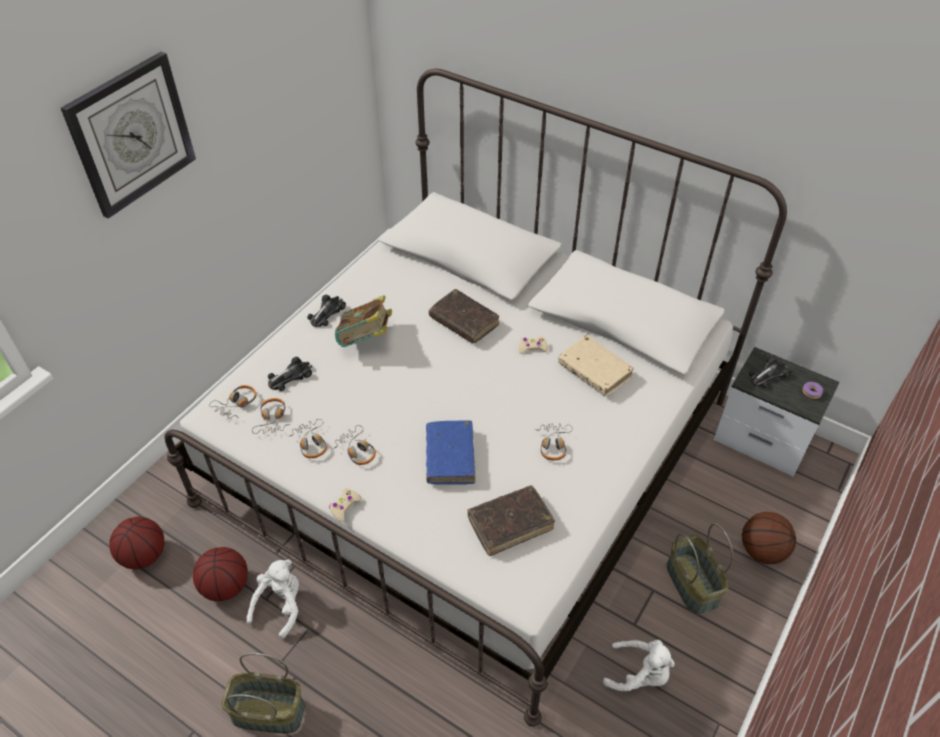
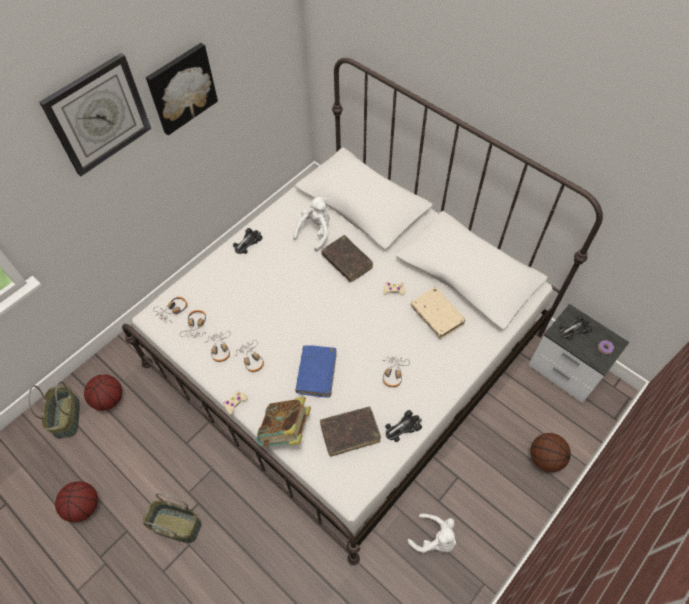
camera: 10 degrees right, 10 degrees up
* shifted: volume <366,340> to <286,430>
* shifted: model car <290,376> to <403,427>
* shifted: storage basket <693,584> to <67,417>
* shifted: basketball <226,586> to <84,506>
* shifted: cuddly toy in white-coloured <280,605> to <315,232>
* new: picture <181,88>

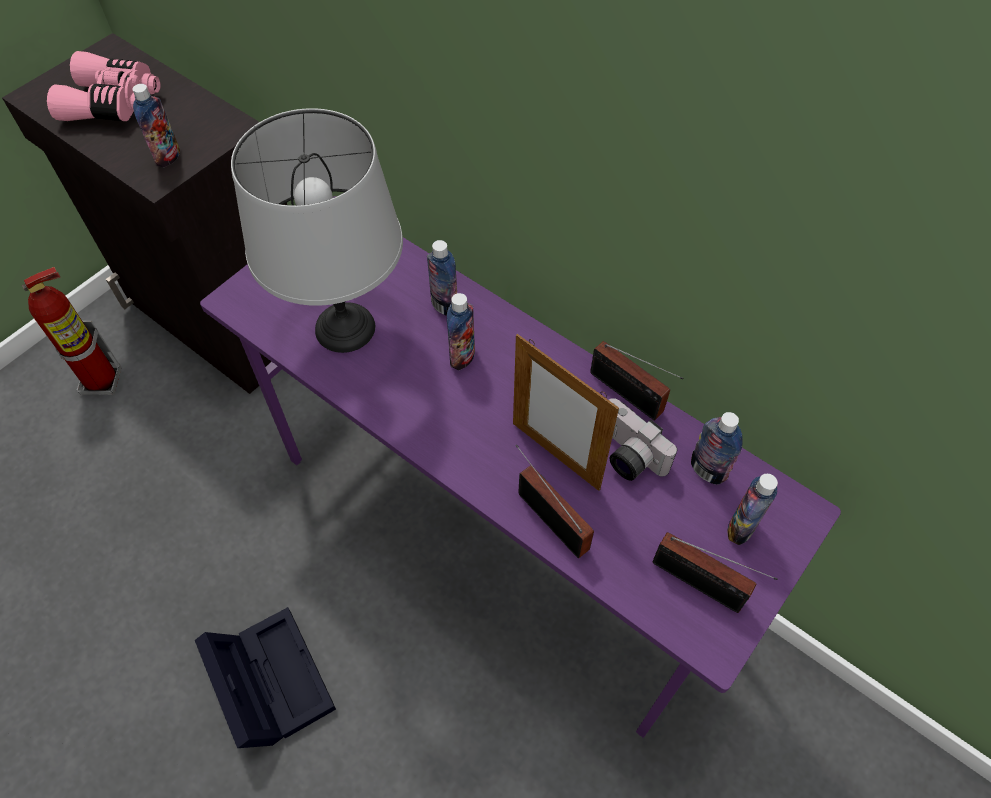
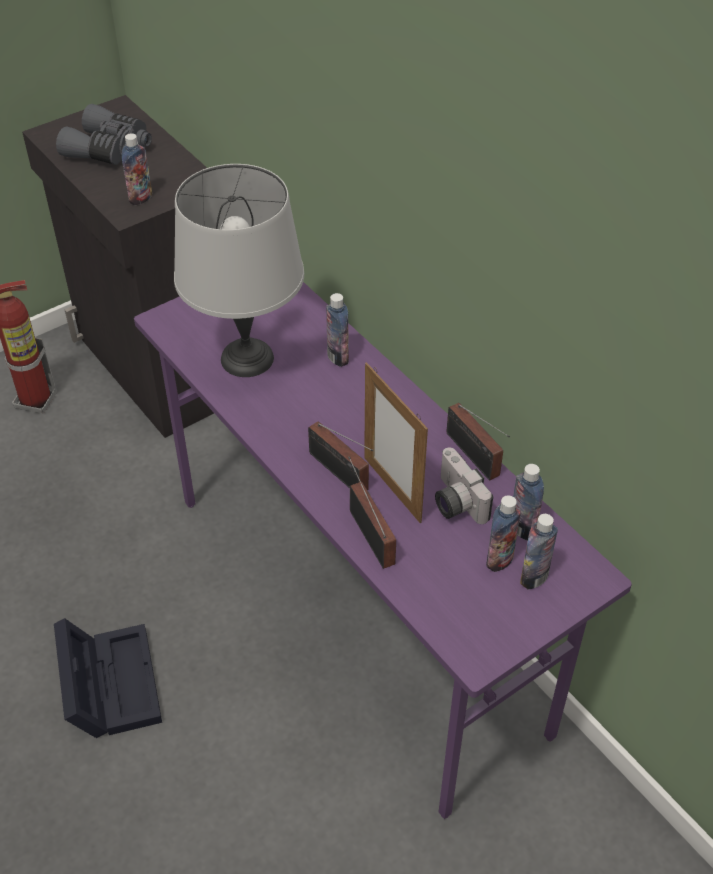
camera: 15 degrees right, 10 degrees down
* repainted: pair of binoculars in pinkish <114,103> to pair of binoculars in gray <110,150>
* shifted: beverage bottle <462,357> to <500,559>
* shifted: radio <702,585> to <340,474>

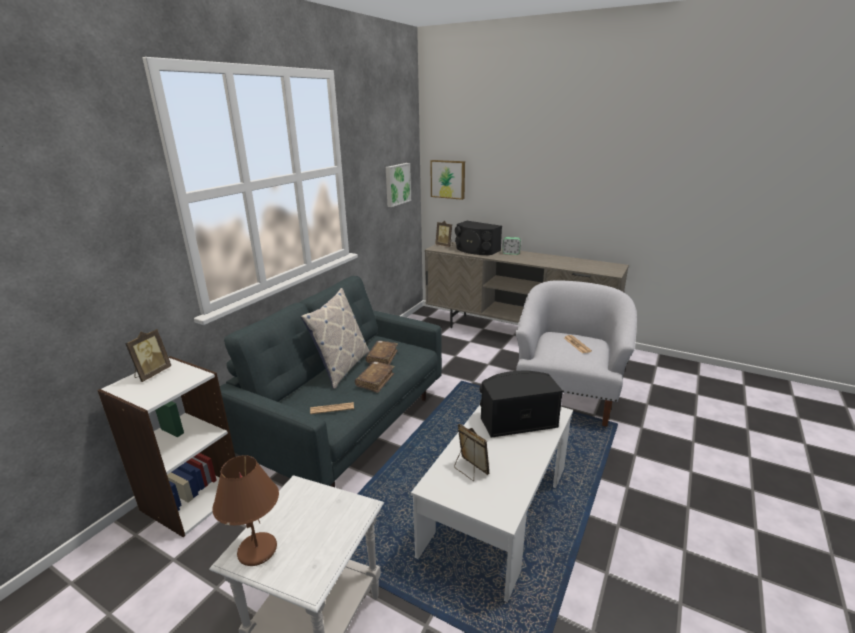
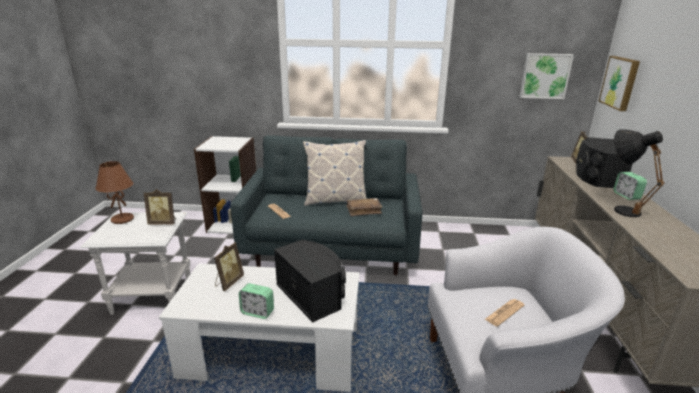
camera: 65 degrees right, 0 degrees up
* shifted: photo frame <152,374> to <163,222>
* gone: volume in brownish <375,381>
* new: tabletop lamp in blackish <619,208>
* new: alarm clock <257,312>

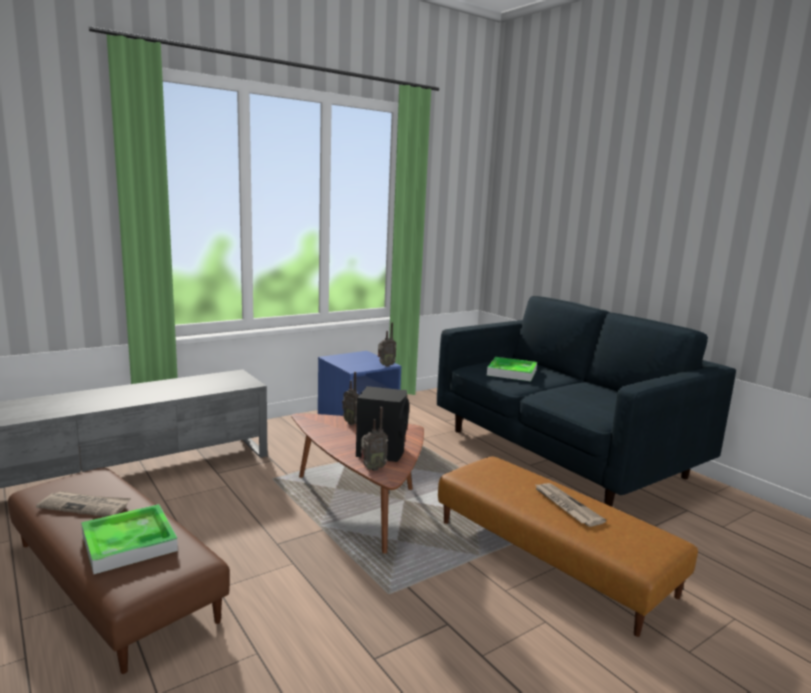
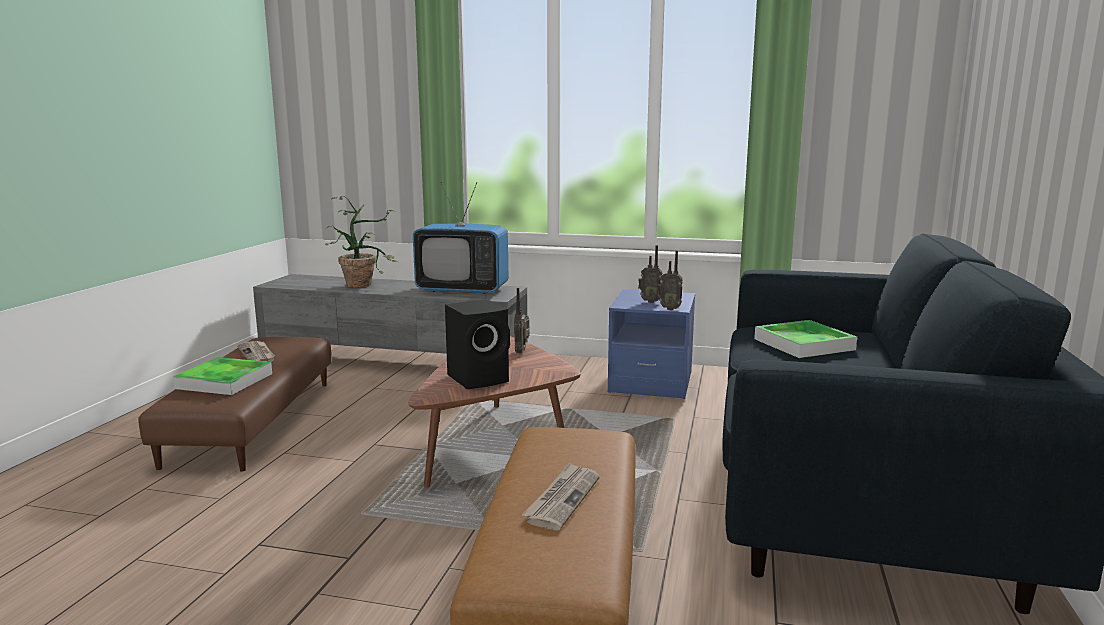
camera: 50 degrees right, 0 degrees up
* shifted: radio <372,468> to <650,301>
* new: TV <462,290>
* new: plant in a pot <364,284>

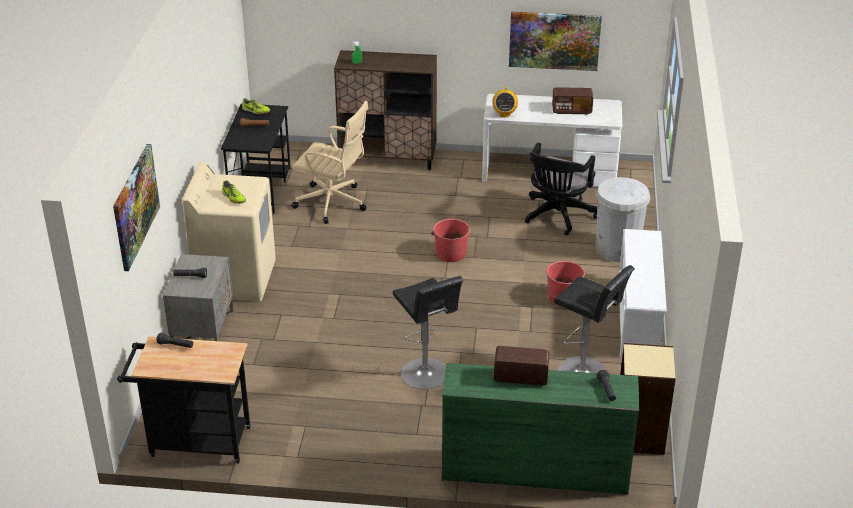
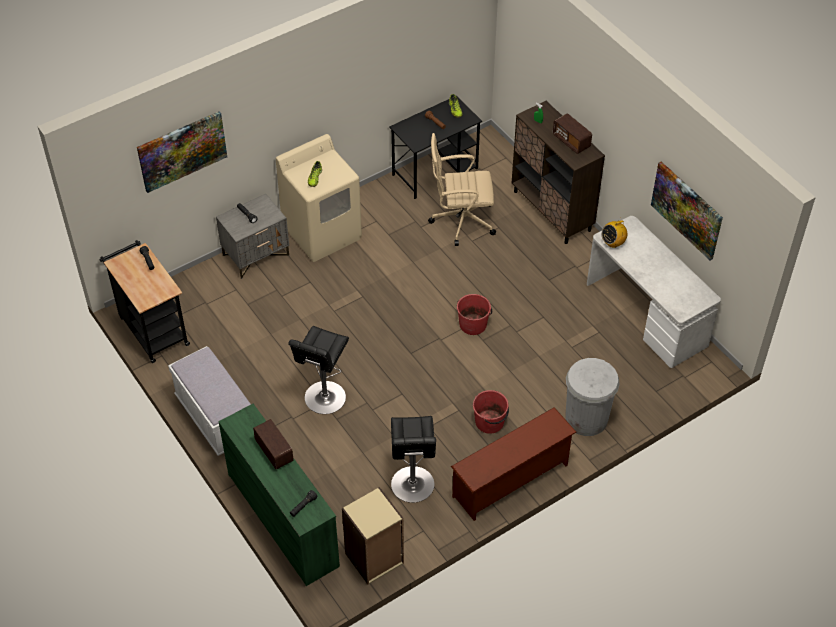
camera: 50 degrees right, 15 degrees up
* shifted: radio <571,110> to <571,141>
* rotated: office chair in beige-coloured <333,203> = <461,220> 105 degrees clockwise
* gone: office chair in blackish <557,216>
* repainted: shoe rack in white-coloured <638,318> to shoe rack in brownish <511,481>
* new: long seat in white-coloured <215,418>

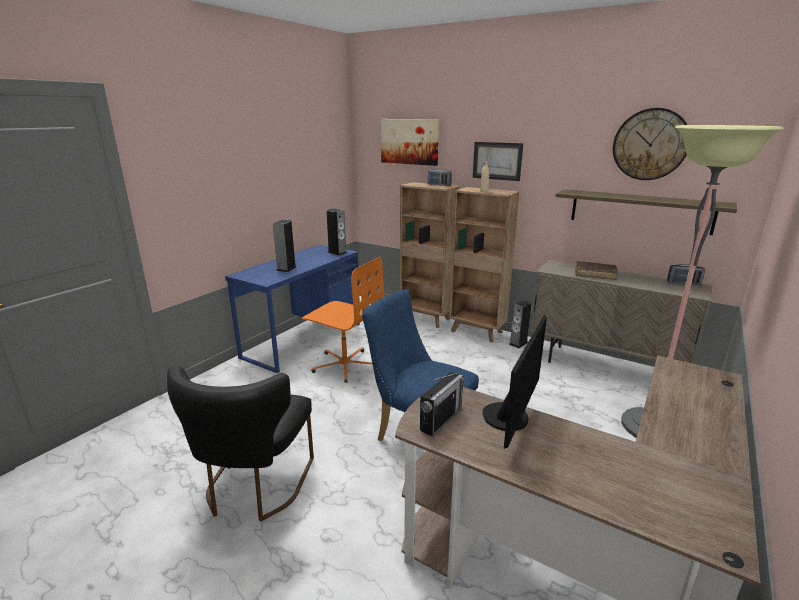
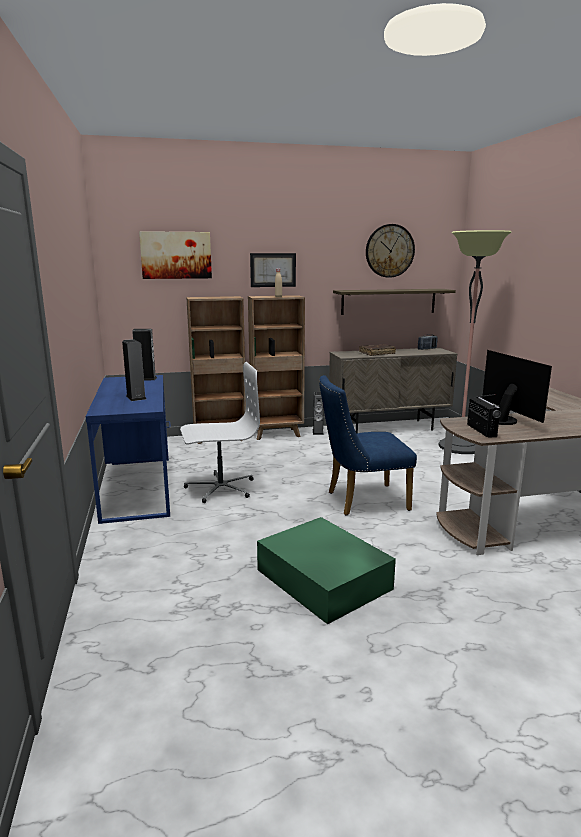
camera: 45 degrees left, 5 degrees down
* gone: radio <439,185>
* repainted: office chair in orange <345,365> to office chair in white-coloured <220,488>
* swapped: chair in blackish <254,488> to storage box in green <324,580>

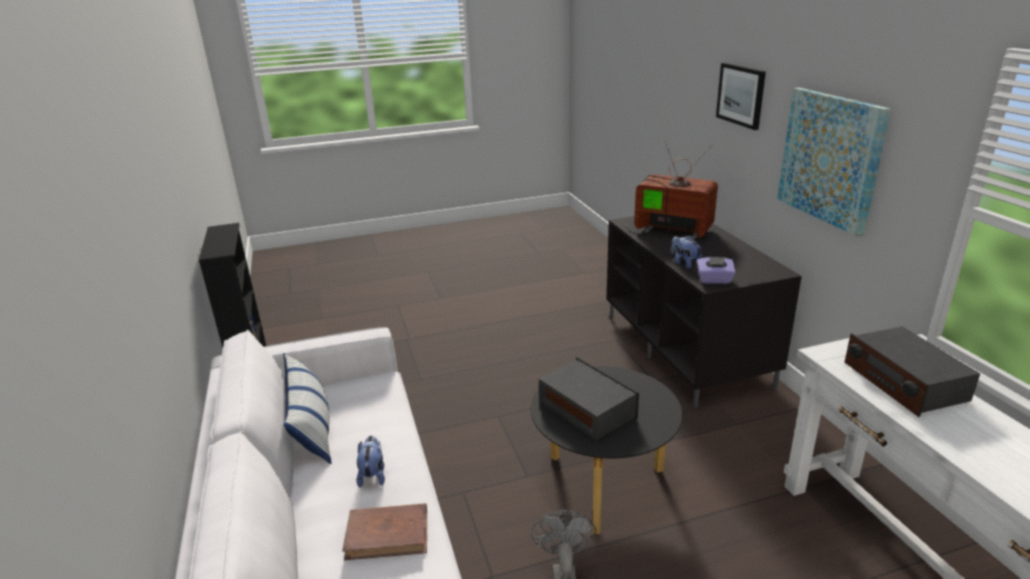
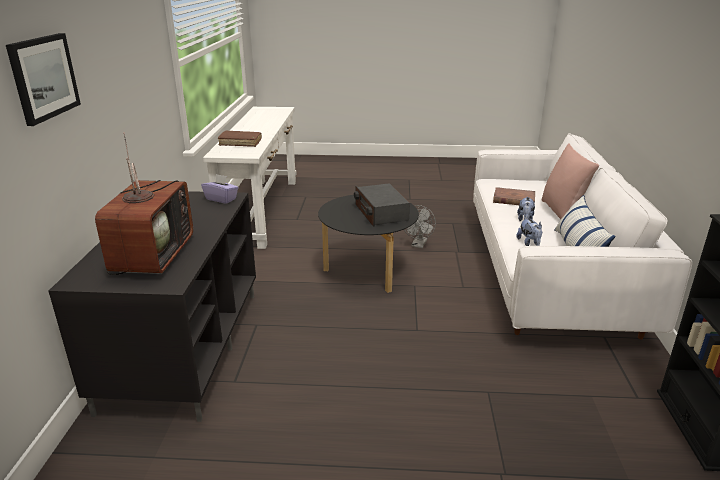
camera: 160 degrees left, 0 degrees up
* gone: picture <830,158>
* rotated: TV <670,231> = <152,255> 135 degrees counterclockwise
* shifted: cuddly toy <684,263> to <529,243>
* swapped: radio <904,382> to volume in brownish <240,143>
* new: cushion in pinkish <562,212>

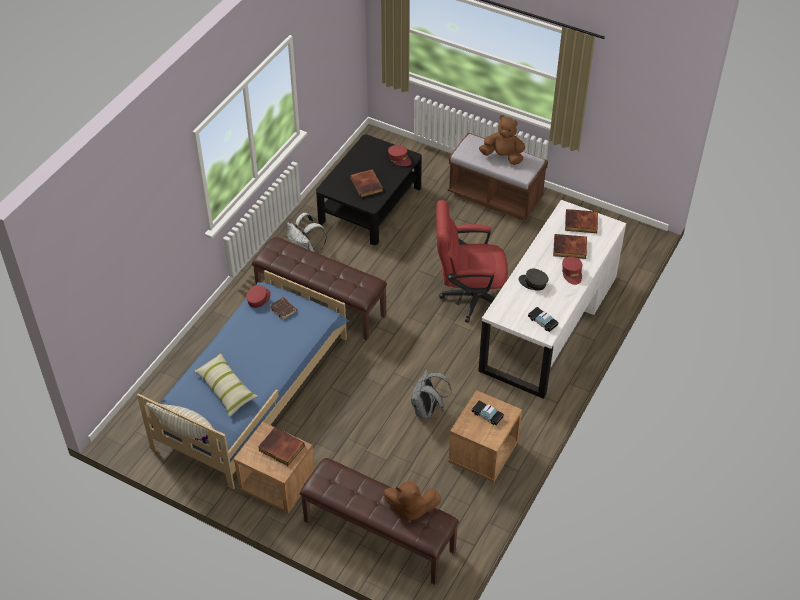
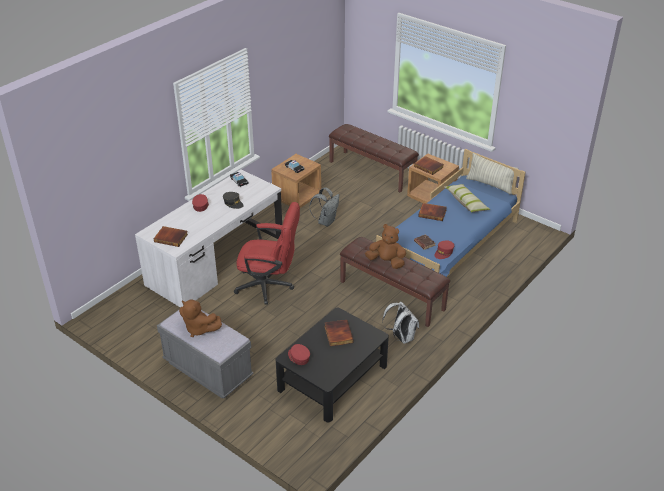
camera: 170 degrees left, 10 degrees down
* repainted: long seat in brownish <495,196> to long seat in gray <208,370>
* shifted: volume <569,248> to <432,213>
* shifted: cuddly toy in brownish <410,509> to <386,262>

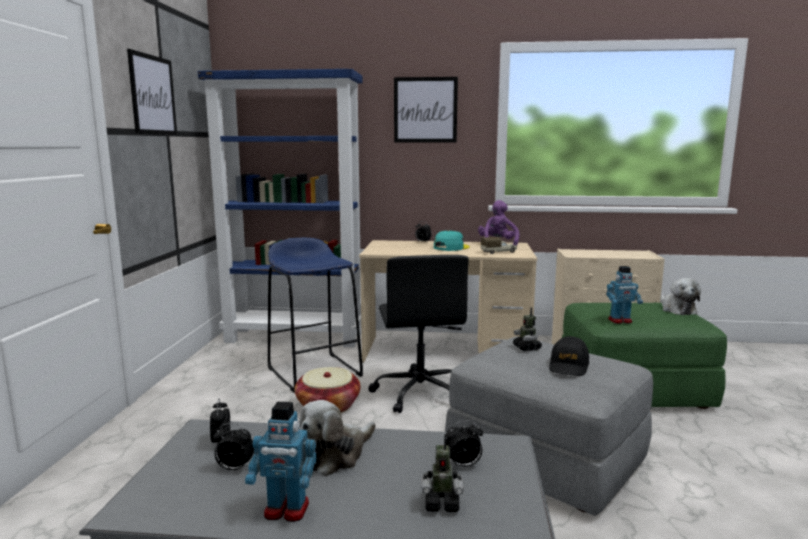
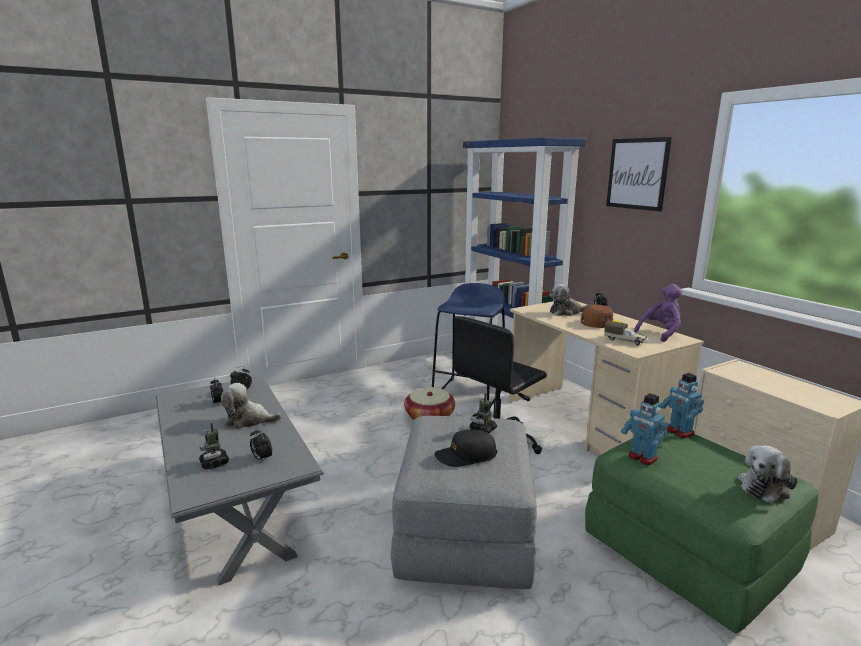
camera: 55 degrees right, 5 degrees up
* gone: picture <153,95>
* repainted: peaked cap in blue-green <451,247> to peaked cap in brownish <601,323>
* shifted: toy robot <286,510> to <679,432>
* new: cuddly toy <566,312>

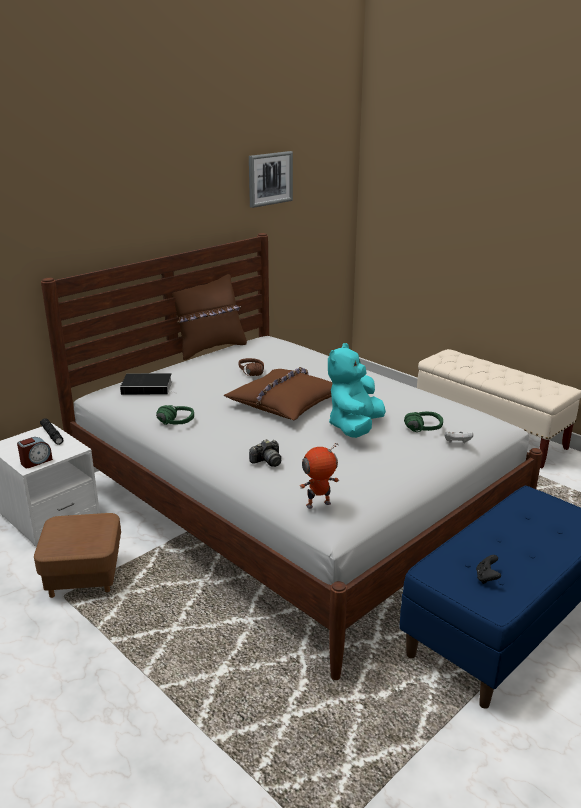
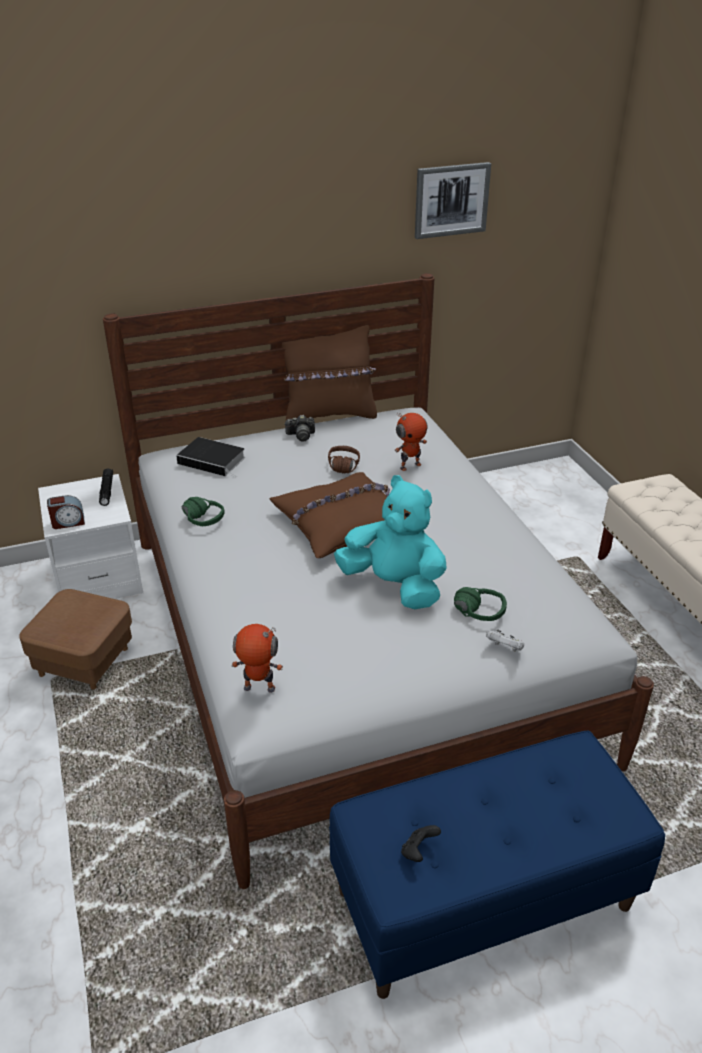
camera: 25 degrees right, 10 degrees up
* rotated: cuddly toy in blue-green <354,427> = <394,586> 75 degrees clockwise
* shifted: photo camera <267,461> to <301,435>
* new: toy robot <409,465>

